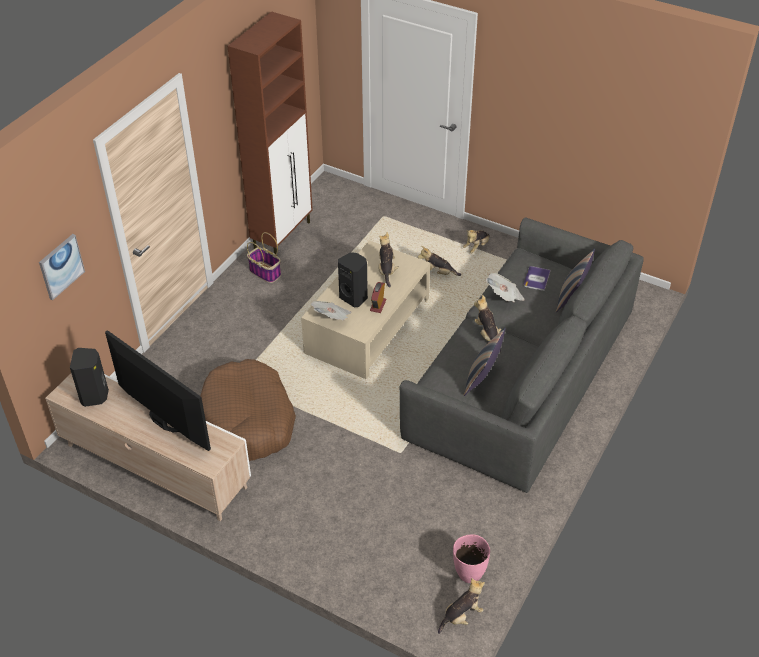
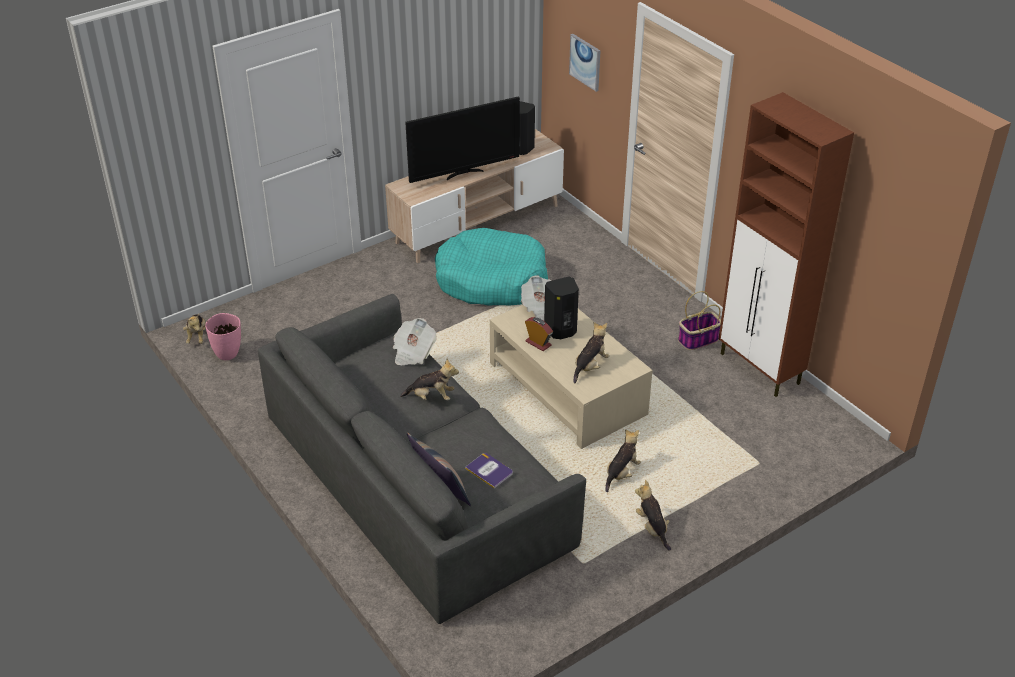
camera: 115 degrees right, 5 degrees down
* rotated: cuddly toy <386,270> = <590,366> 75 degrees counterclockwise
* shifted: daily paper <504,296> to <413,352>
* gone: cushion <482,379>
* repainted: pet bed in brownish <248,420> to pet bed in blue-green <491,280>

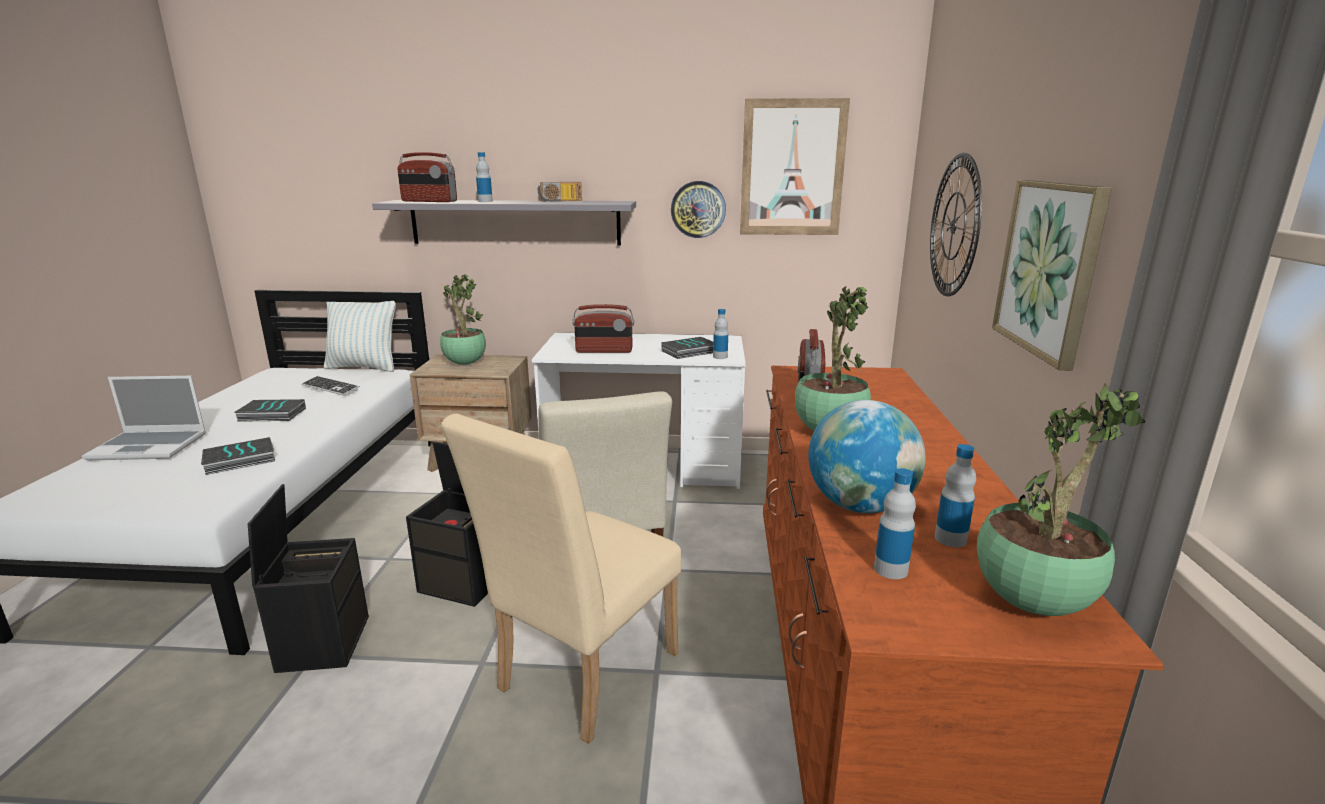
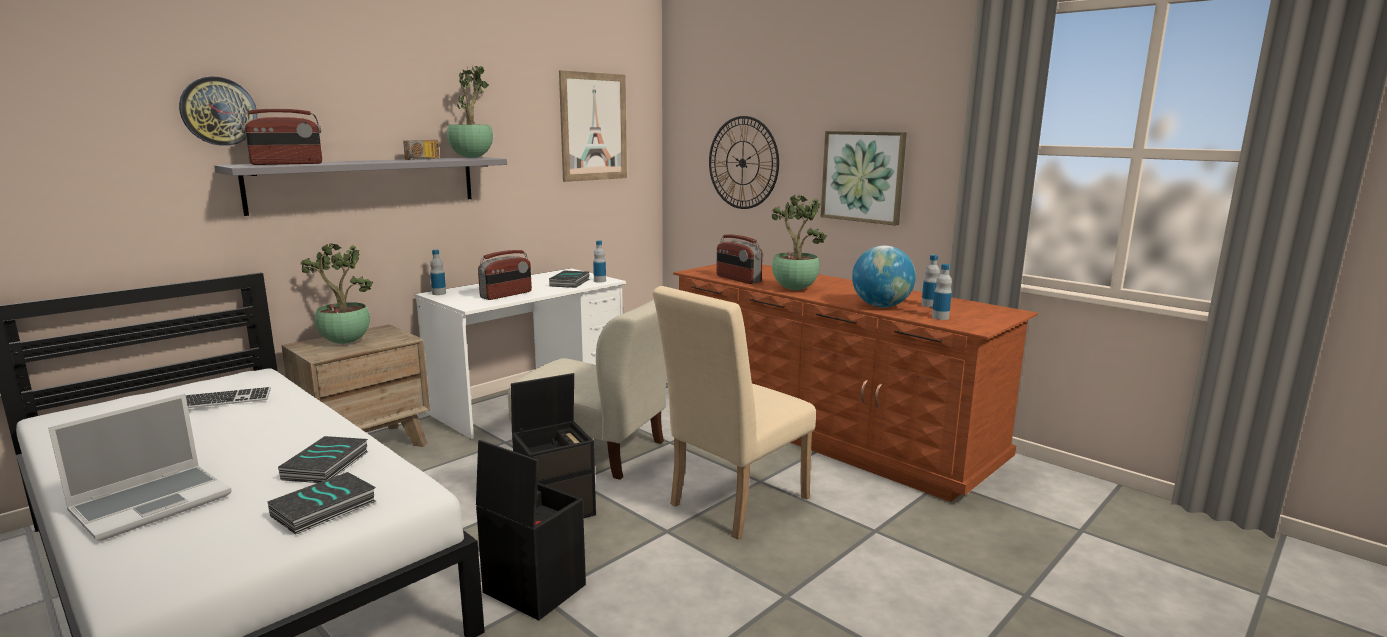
camera: 50 degrees left, 5 degrees down
* shifted: beverage bottle <485,201> to <439,293>
* shifted: wall clock <698,209> to <218,111>
* gone: cushion <364,367>
* shifted: plant in a pot <1033,602> to <472,157>
* shifted: volume <271,415> to <323,509>
* rotated: chair in beige-coloured <579,678> = <732,504> 60 degrees clockwise

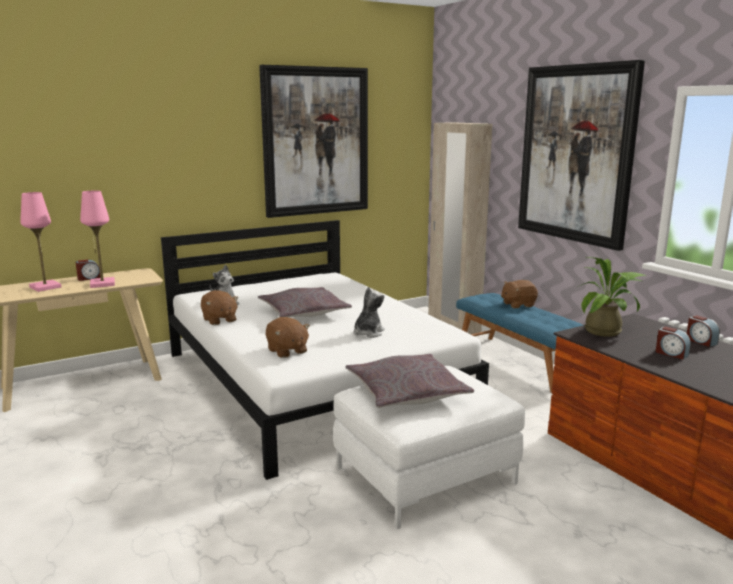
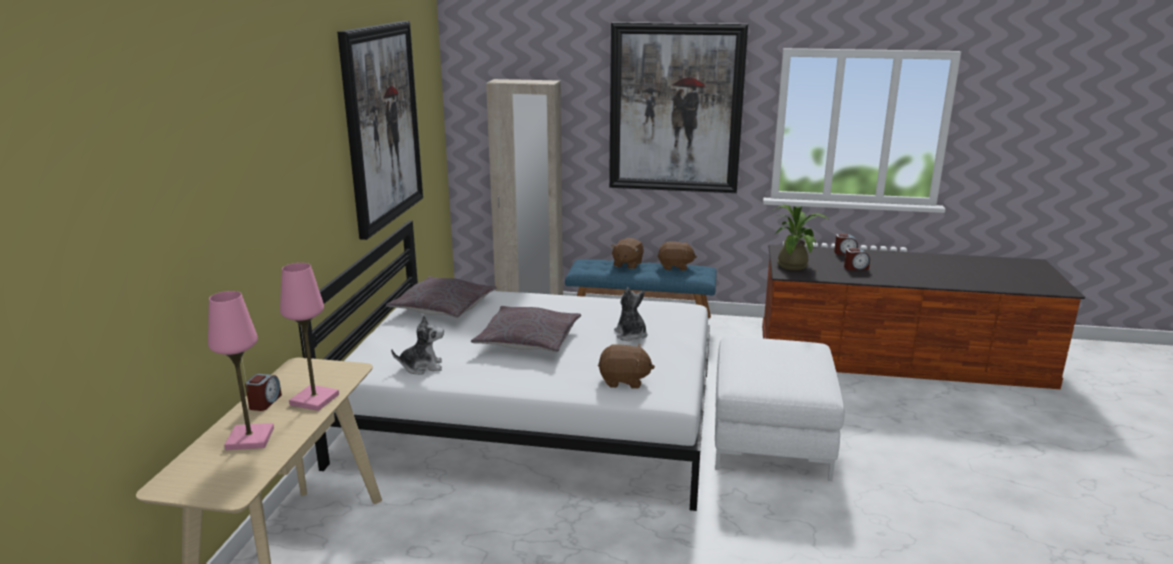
camera: 50 degrees left, 5 degrees up
* shifted: cuddly toy in brownish <219,320> to <675,267>
* shifted: cushion in gray <406,392> to <443,307>

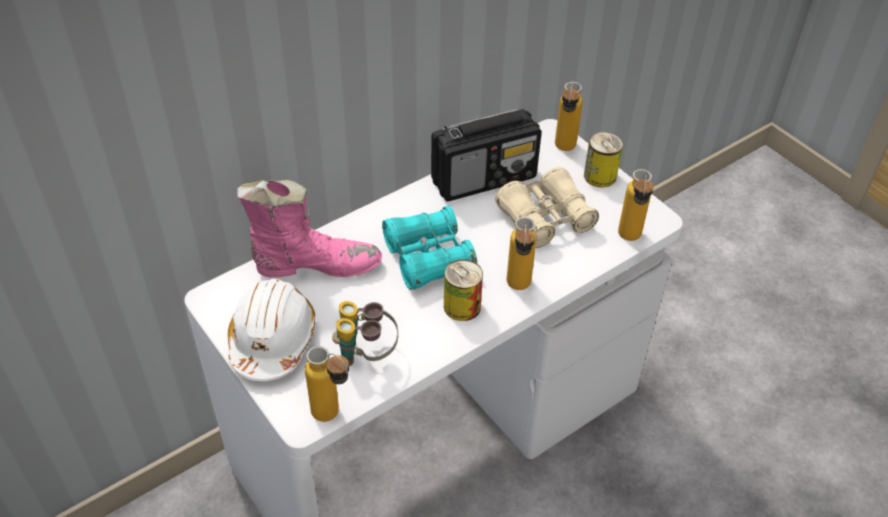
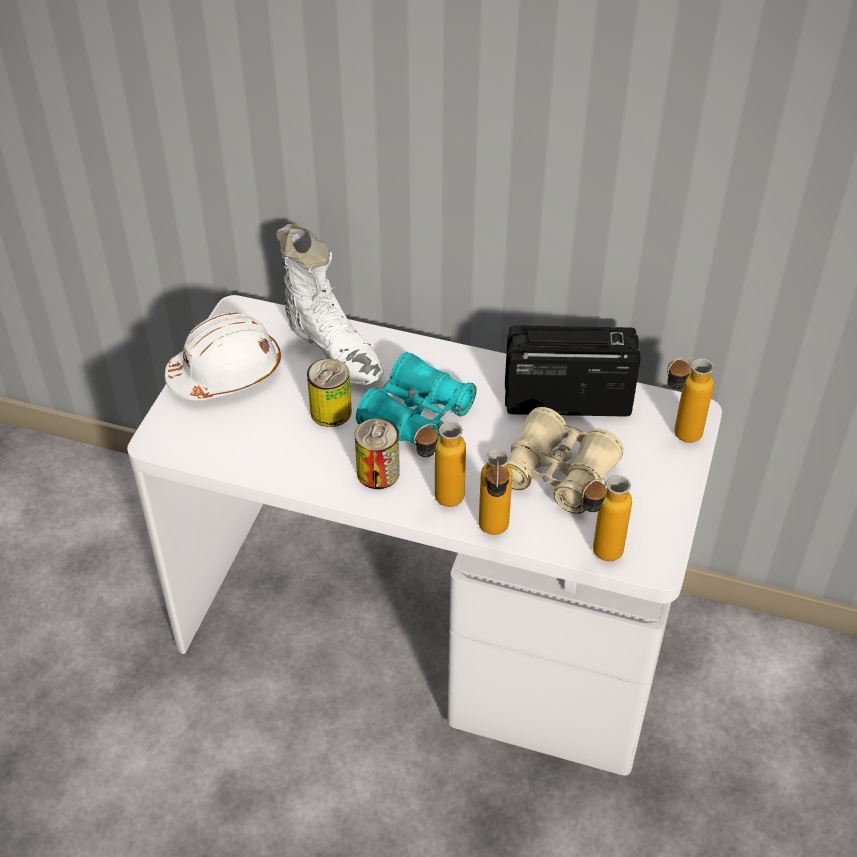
camera: 55 degrees right, 0 degrees up
* rotated: radio <485,179> = <566,399> 150 degrees clockwise
* shifted: can <600,176> to <331,412>
* repainted: boot in pinkish <315,265> to boot in white-coloured <334,350>
* gone: pair of binoculars <366,354>
* shifted: beverage bottle <333,417> to <493,534>

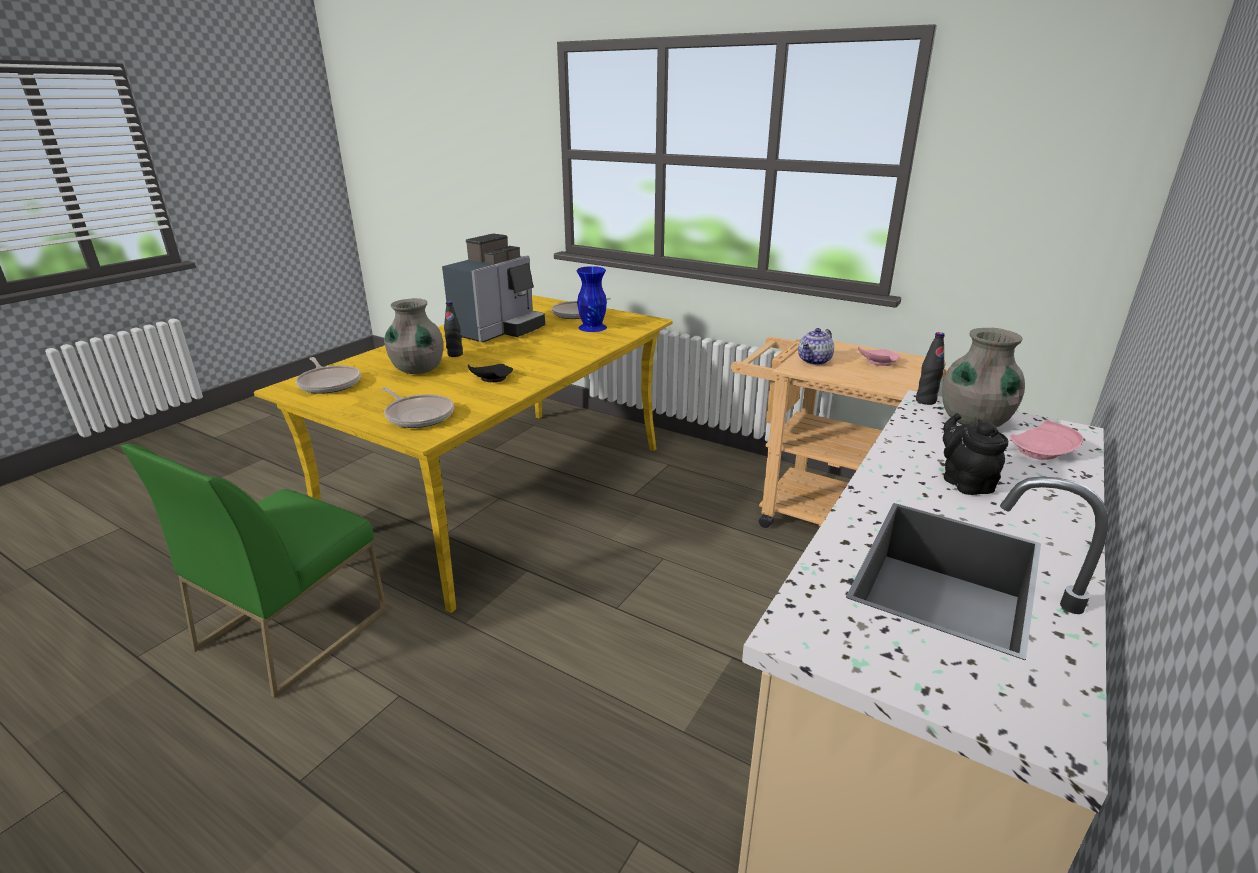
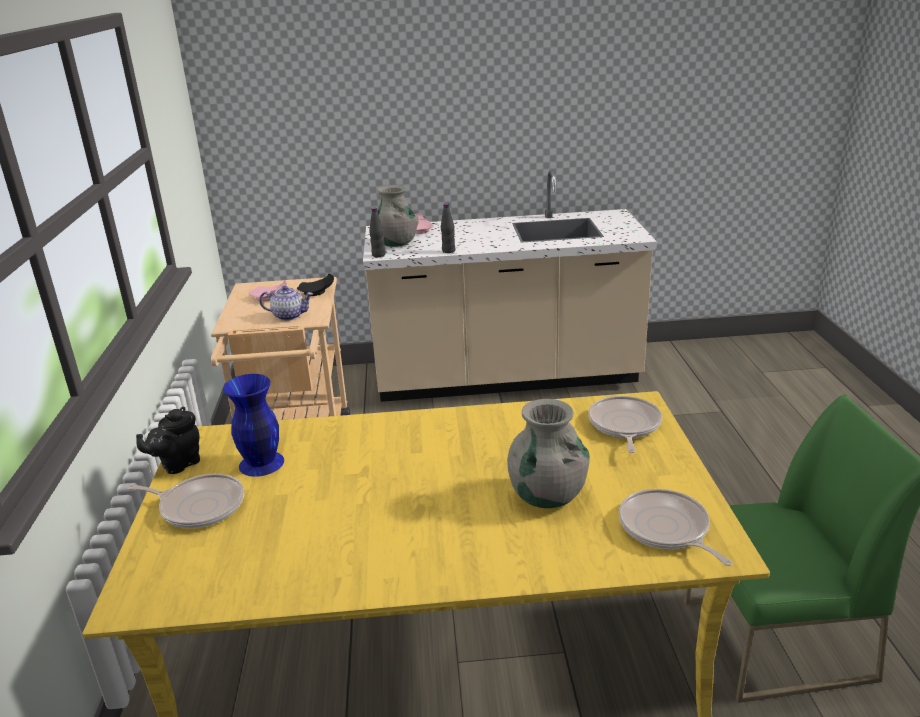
camera: 125 degrees left, 0 degrees up
* gone: coffee machine <499,330>
* shifted: beverage bottle in blackish <455,354> to <448,251>
* rotated: skillet <329,383> = <666,529> 45 degrees counterclockwise
* shifted: dinner plate in blackish <491,379> to <317,292>
* shifted: pot for tea in blackish <964,482> to <178,464>

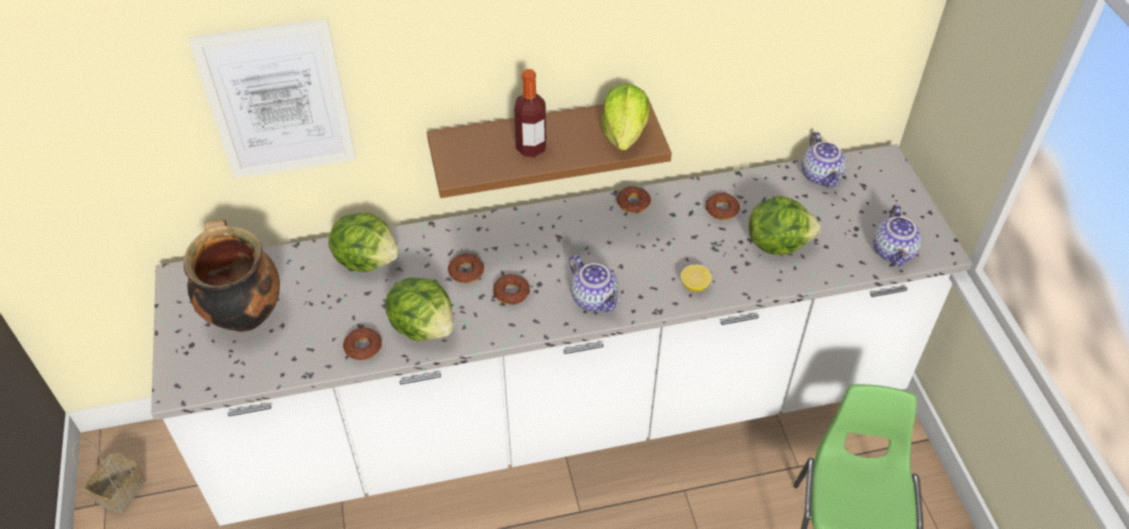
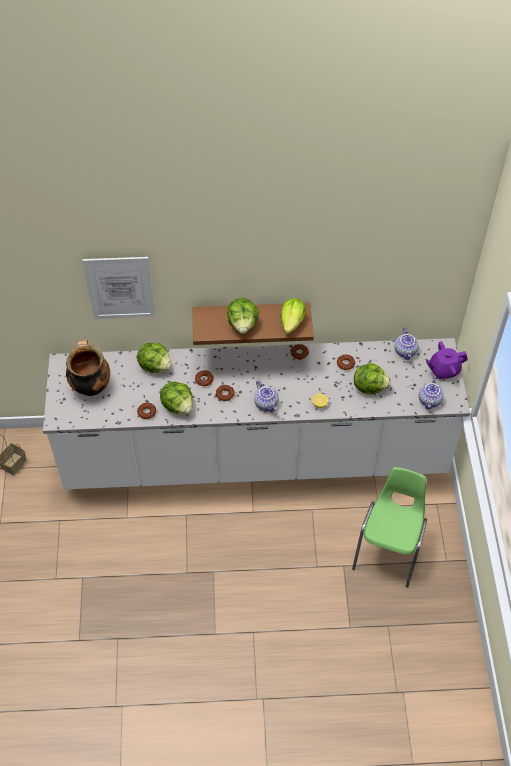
camera: 10 degrees right, 5 degrees up
* swapped: beverage bottle <531,148> to head of lettuce <243,324>
* new: pot for tea in purplish <443,370>

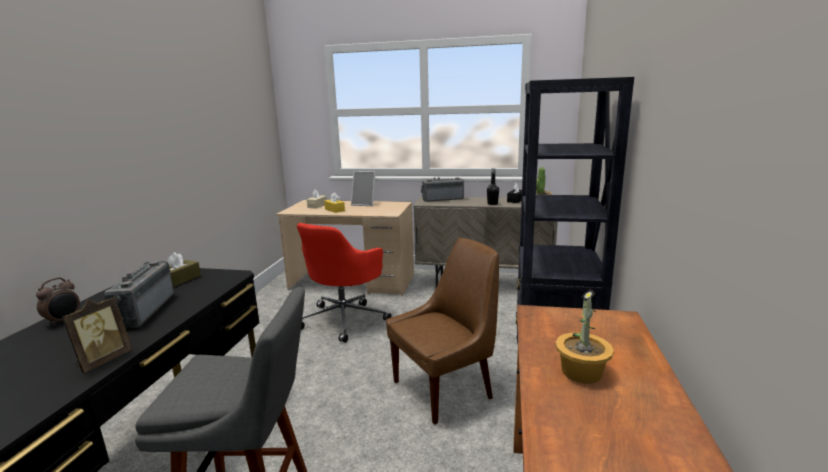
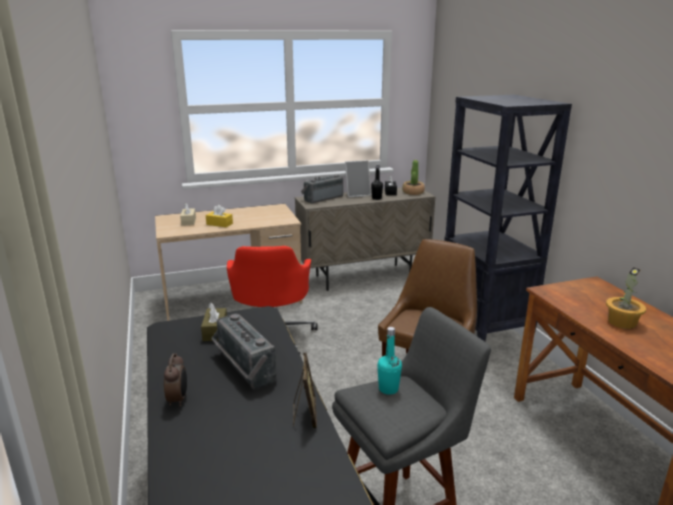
camera: 30 degrees left, 5 degrees up
* shifted: photo frame <365,204> to <357,194>
* new: beverage bottle in blue-green <388,389>

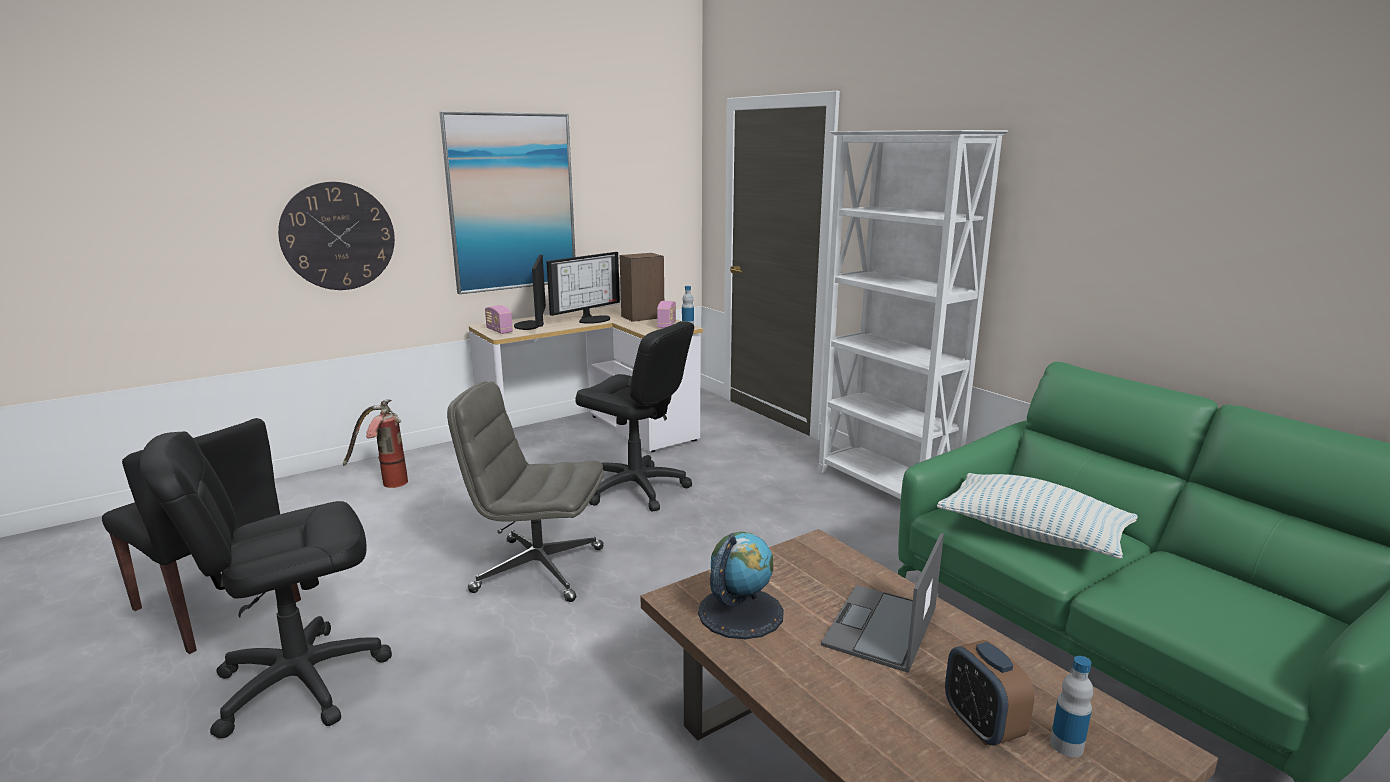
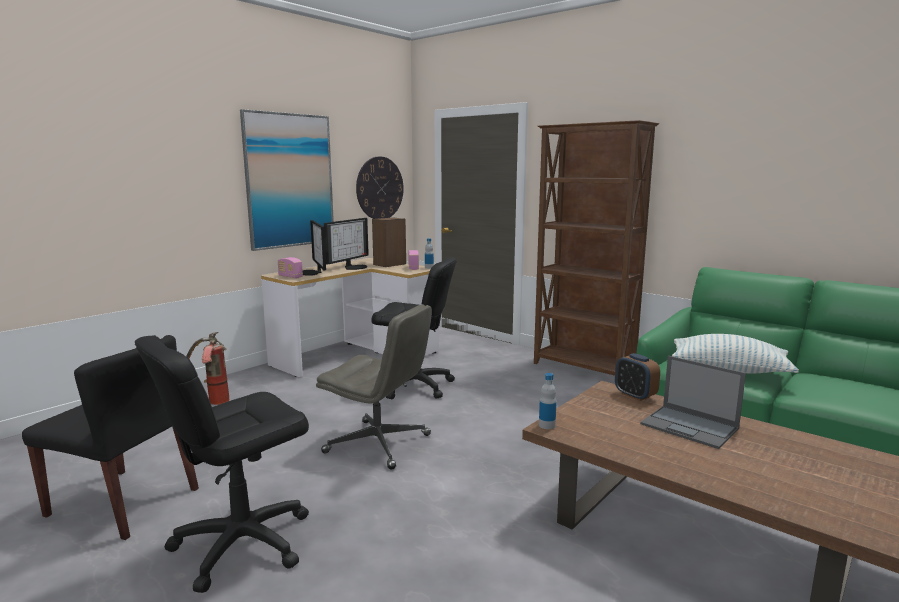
camera: 15 degrees left, 5 degrees down
* repainted: shelving unit in white-coloured <884,488> to shelving unit in brownish <583,369>
* shifted: wall clock <338,236> to <380,188>
* rotated: office chair in gray <537,569> = <379,444> 150 degrees counterclockwise
* gone: desk globe <740,612>
* rotated: notebook computer <880,628> = <690,427> 60 degrees counterclockwise
* shifted: alarm clock <982,725> to <635,395>
* shifted: beverage bottle <1066,745> to <547,425>

